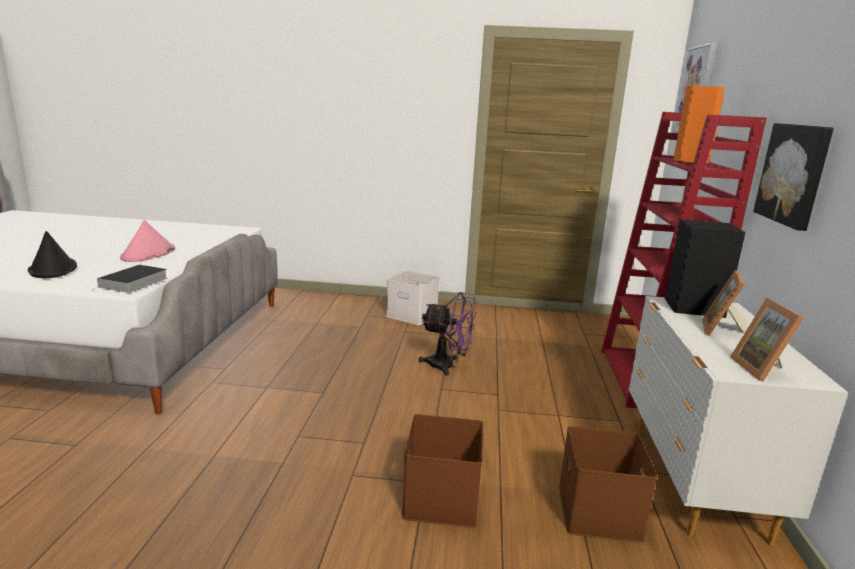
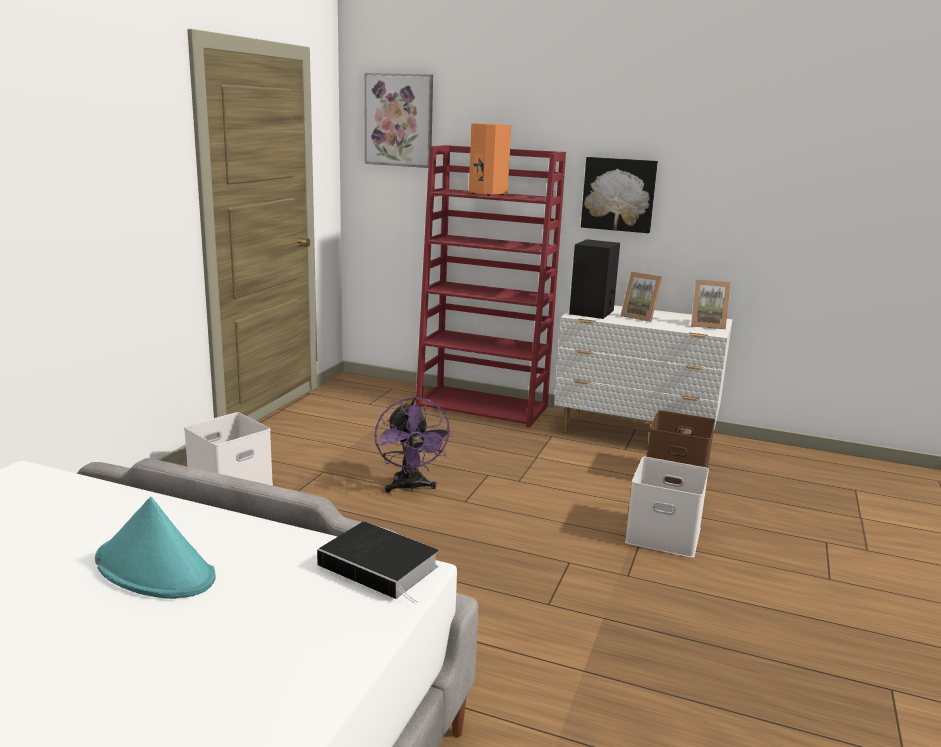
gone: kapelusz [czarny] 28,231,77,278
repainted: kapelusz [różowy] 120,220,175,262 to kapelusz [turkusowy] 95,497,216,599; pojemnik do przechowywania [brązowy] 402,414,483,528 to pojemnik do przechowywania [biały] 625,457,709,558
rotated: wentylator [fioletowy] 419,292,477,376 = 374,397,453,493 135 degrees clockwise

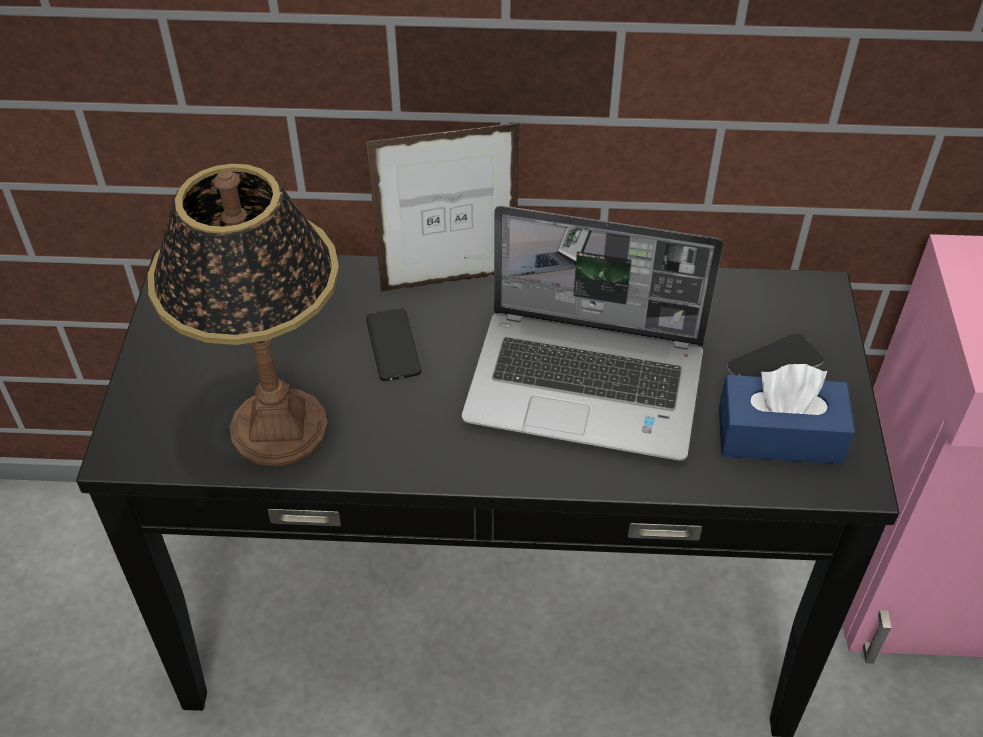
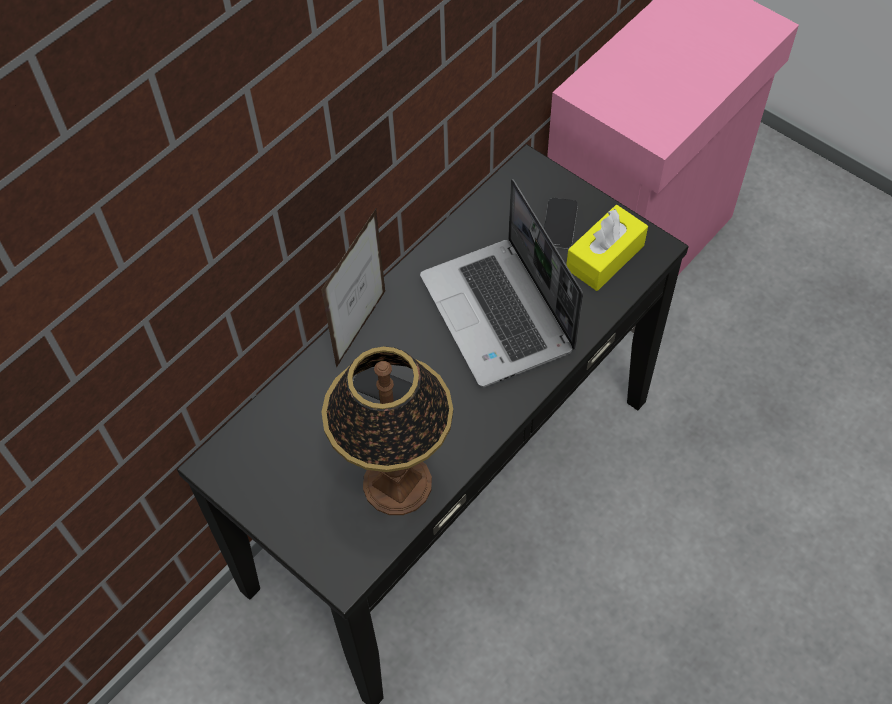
repainted: pudełko chusteczek [niebieski] 719,364,855,464 to pudełko chusteczek [żółty] 566,205,648,291
rotated: laptop 462,206,724,461 = 420,179,583,387 105 degrees clockwise

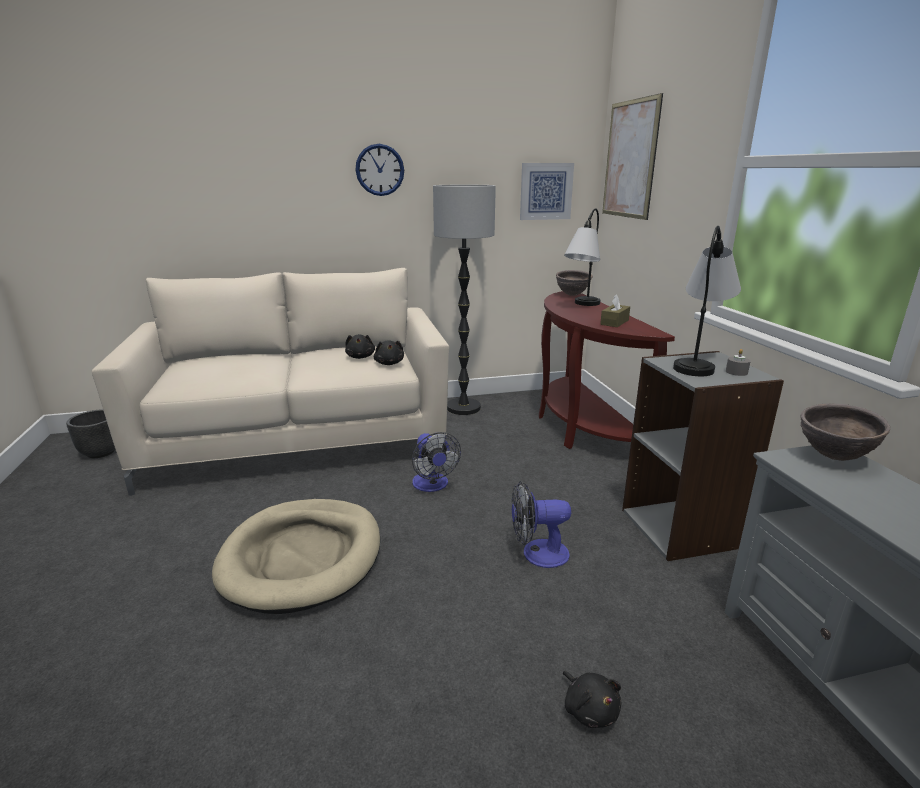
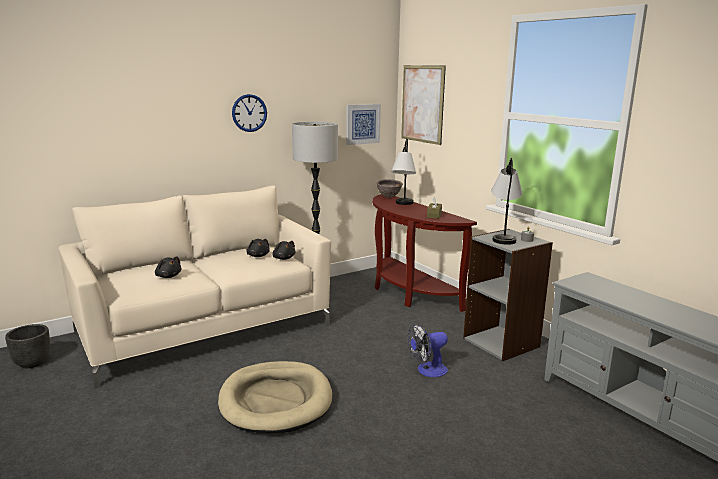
gone: miska [brązowy] 800,404,890,461; wentylator 412,432,461,492
shifted: pluszak [czarny] 563,671,621,728 to 155,256,181,278

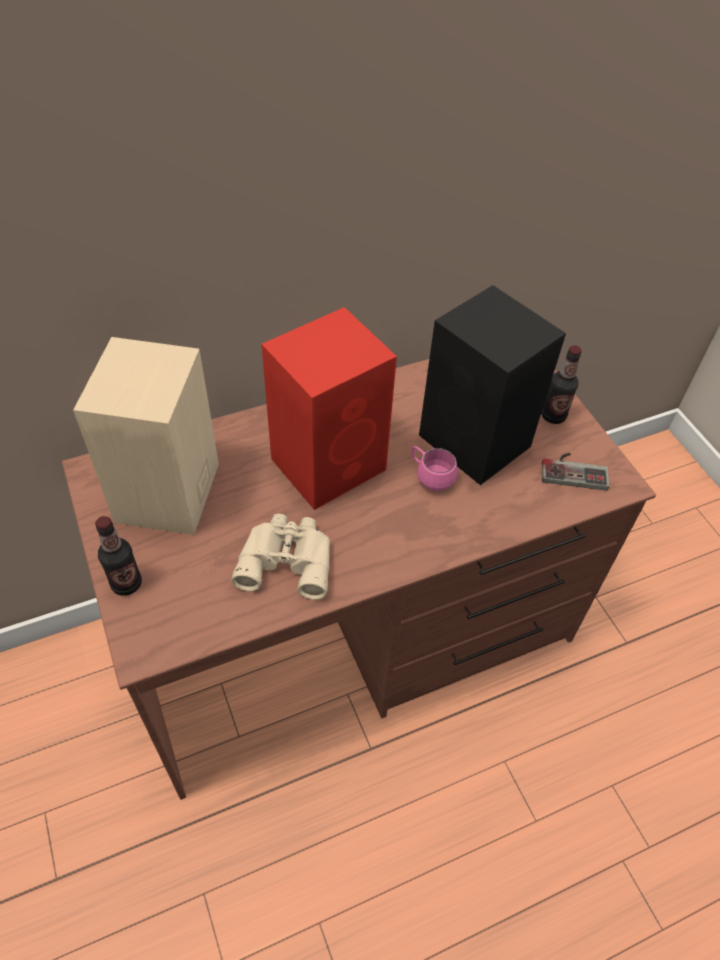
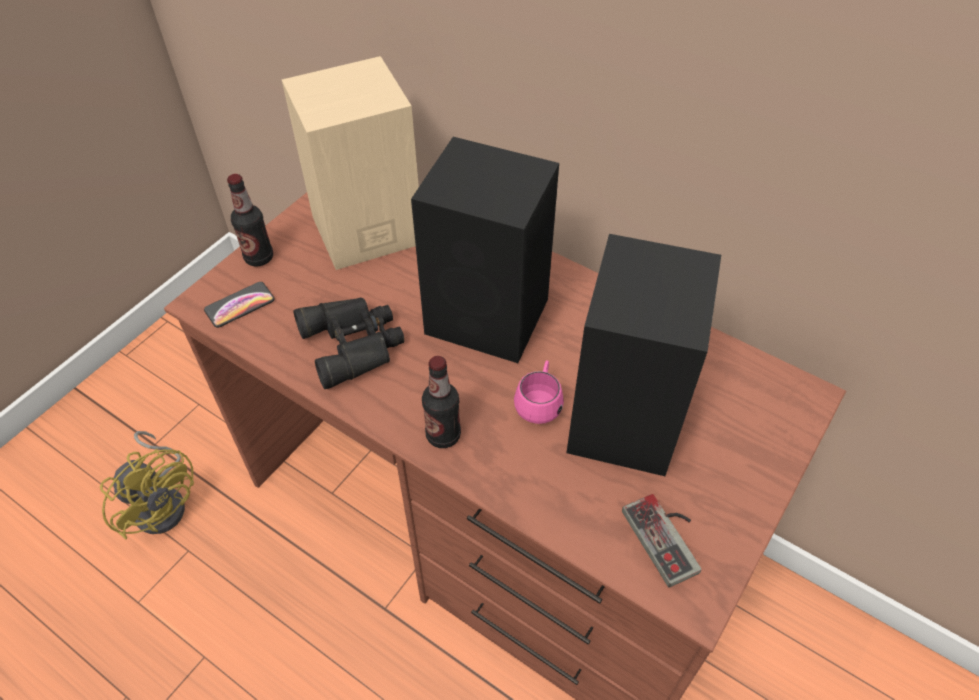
new: telefon 204,282,274,328; wentylator [żółty] 100,431,194,540
shifted: butelka 541,345,582,424 to 422,356,461,448
repainted: głośnik [czerwony] 262,307,397,510 to głośnik [czarny] 411,137,559,363; lornetka [beżowy] 231,514,330,600 to lornetka [czarny] 293,298,404,389

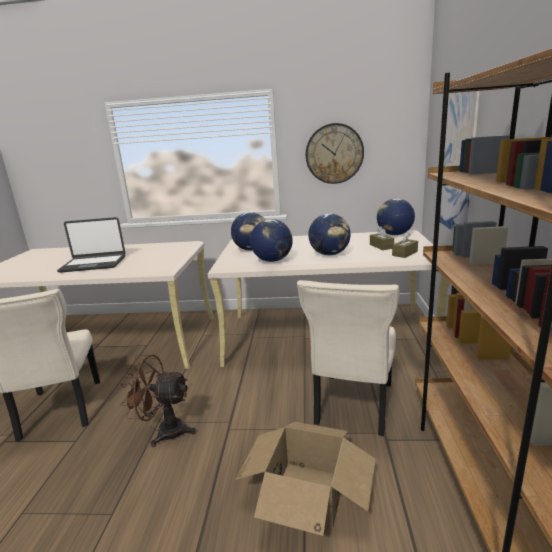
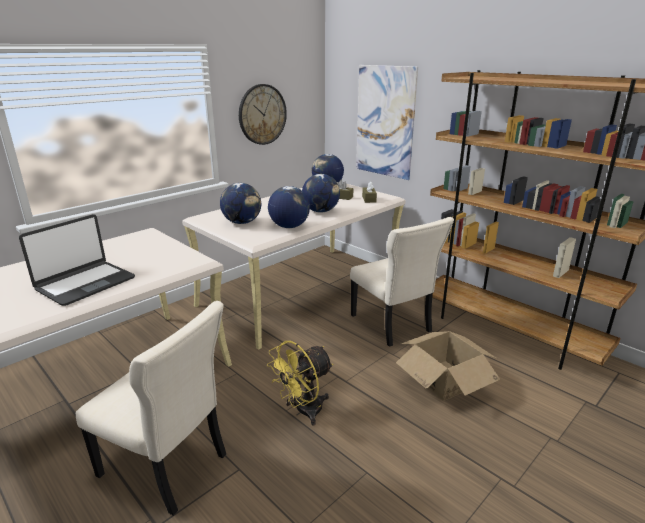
repainted: wentylator [brązowy] 120,355,196,447 to wentylator [żółty] 267,341,333,426

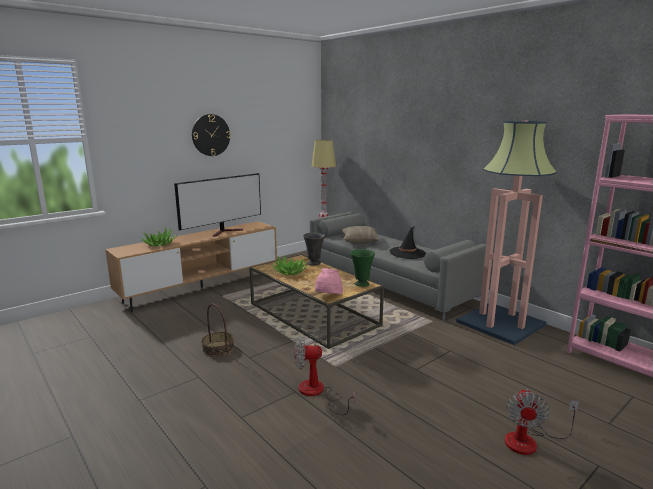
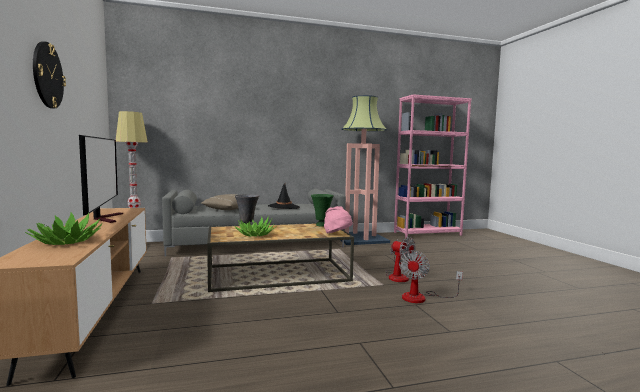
gone: koszyk 202,303,234,357
shifted: wentylator 505,389,579,455 to 386,236,415,282

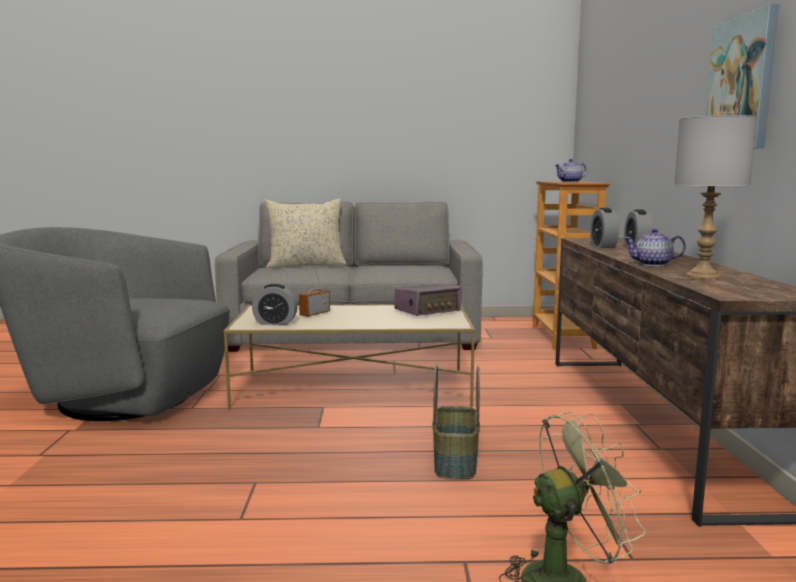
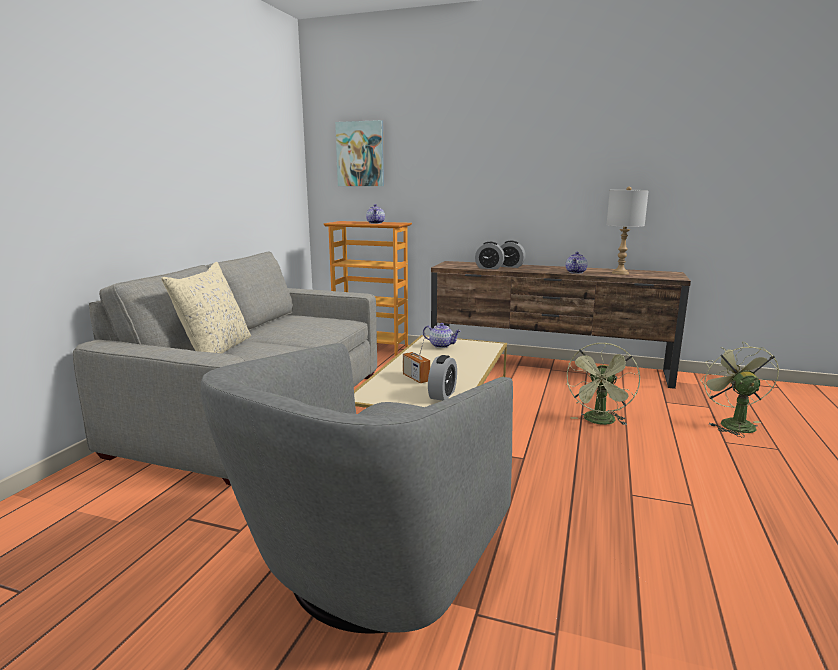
shifted: obraz 705,4,779,149 to 335,120,384,186
swapped: radio 394,284,462,316 to imbryk 423,323,461,348; koszyk 432,364,480,479 to wentylator [zielony] 567,342,640,425

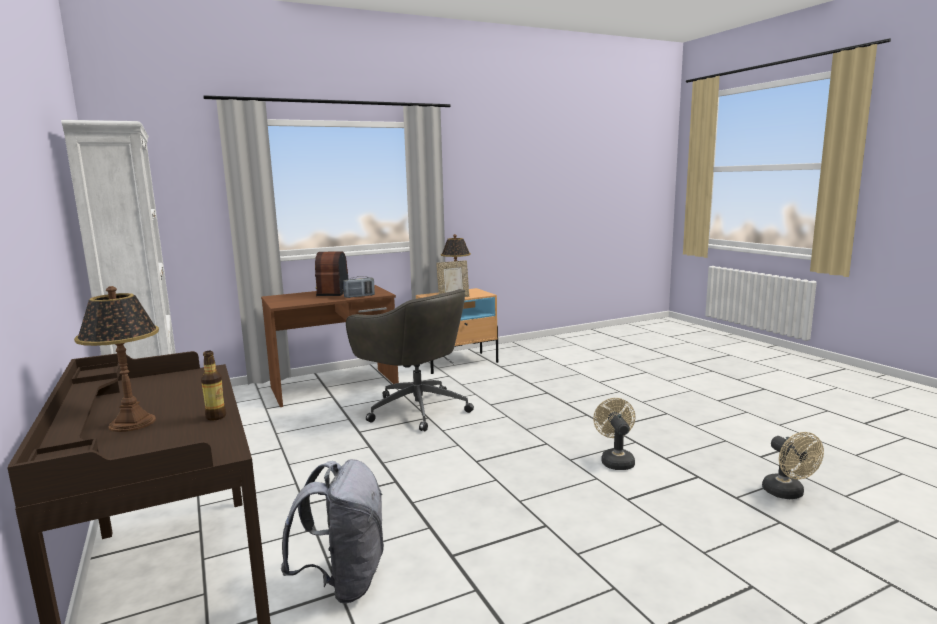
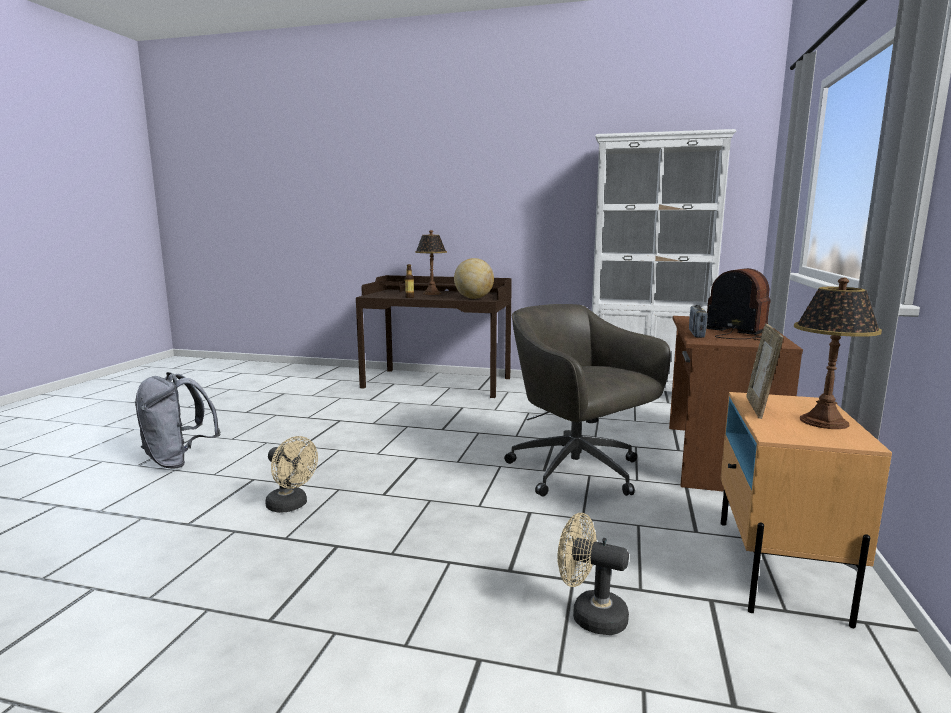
new: globus 454,258,494,299
shifted: wentylator [beżowy] 762,432,824,499 to 557,513,629,635; plecak [szary] 281,459,384,604 to 135,372,221,468
rotated: krzesło biurowe [szary] 346,289,474,431 = 504,304,671,497 60 degrees clockwise

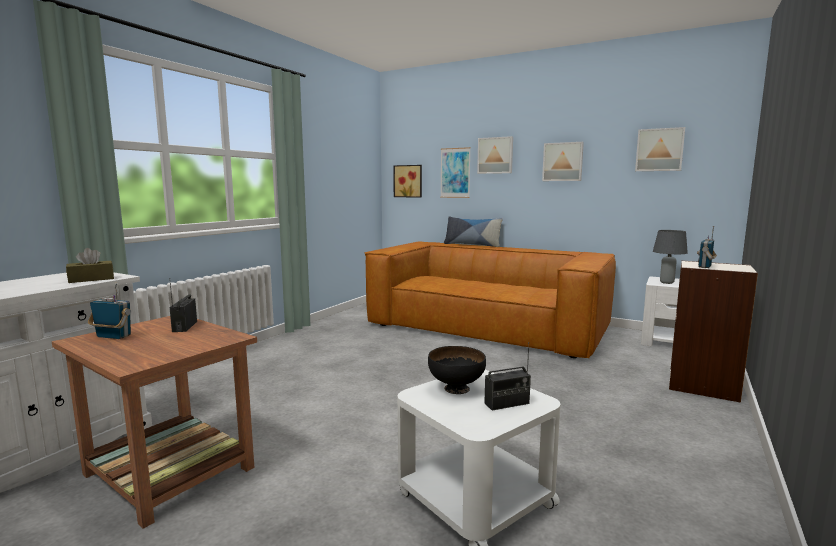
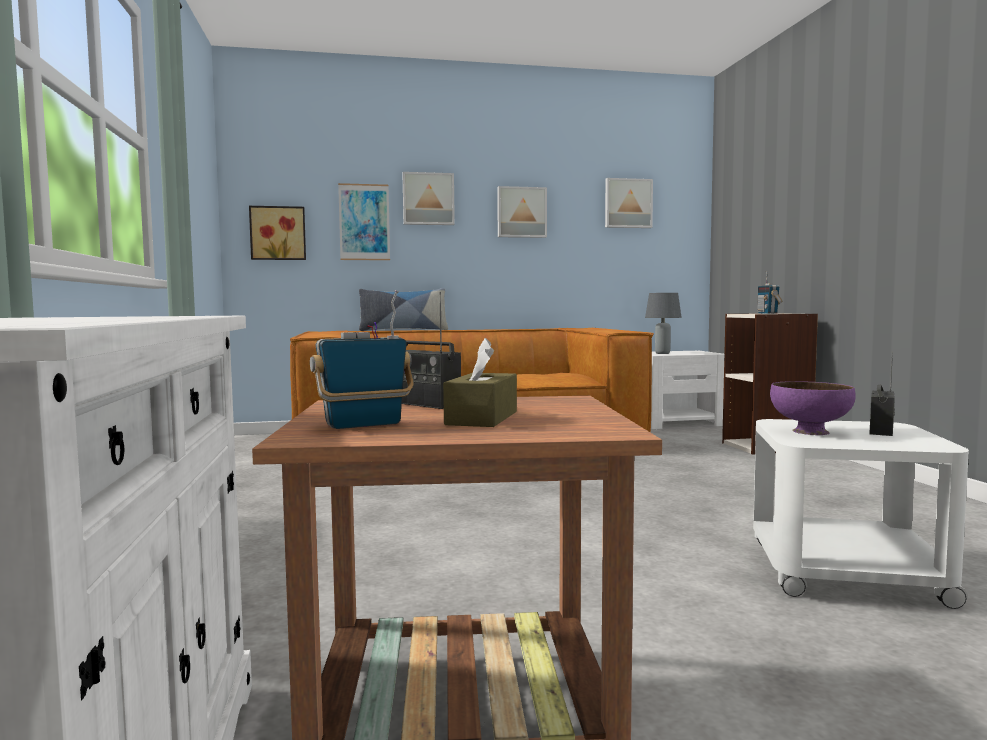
shifted: pudełko chusteczek [brązowy] 66,248,114,283 to 443,338,517,427
repainted: miska [czarny] 428,346,486,394 to miska [fioletowy] 770,381,856,435

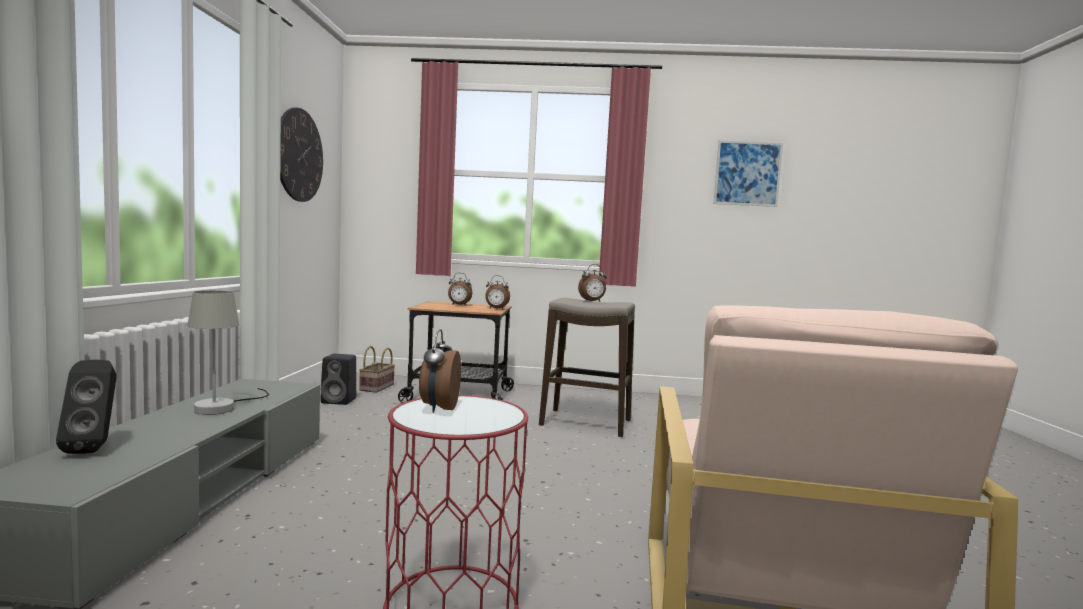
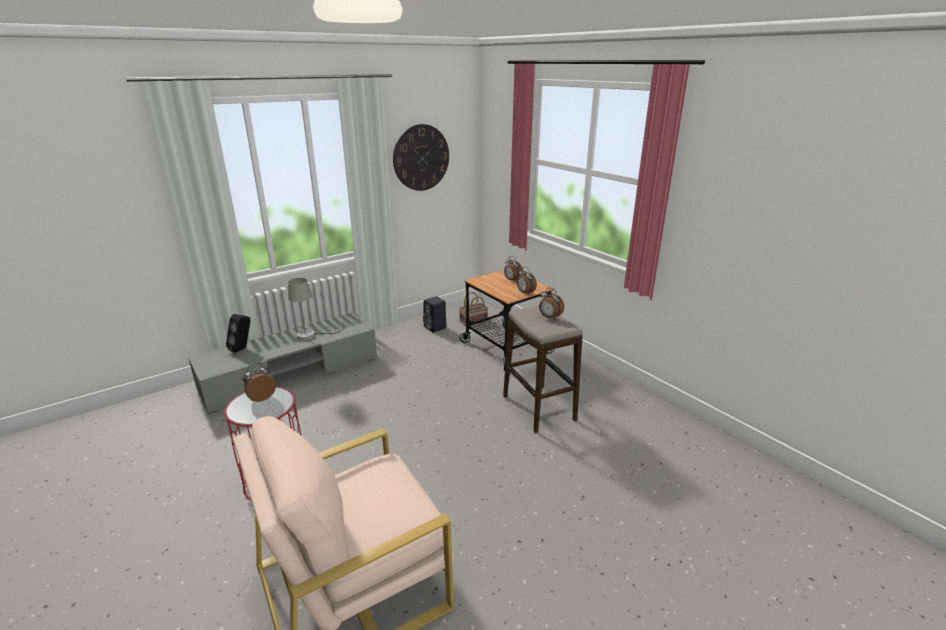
gone: obraz 713,140,783,207

